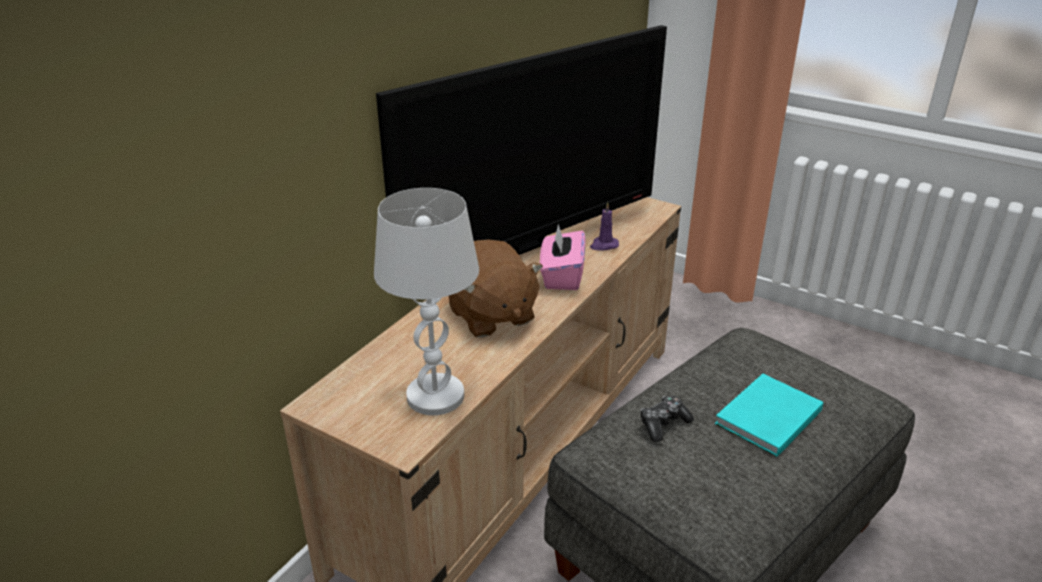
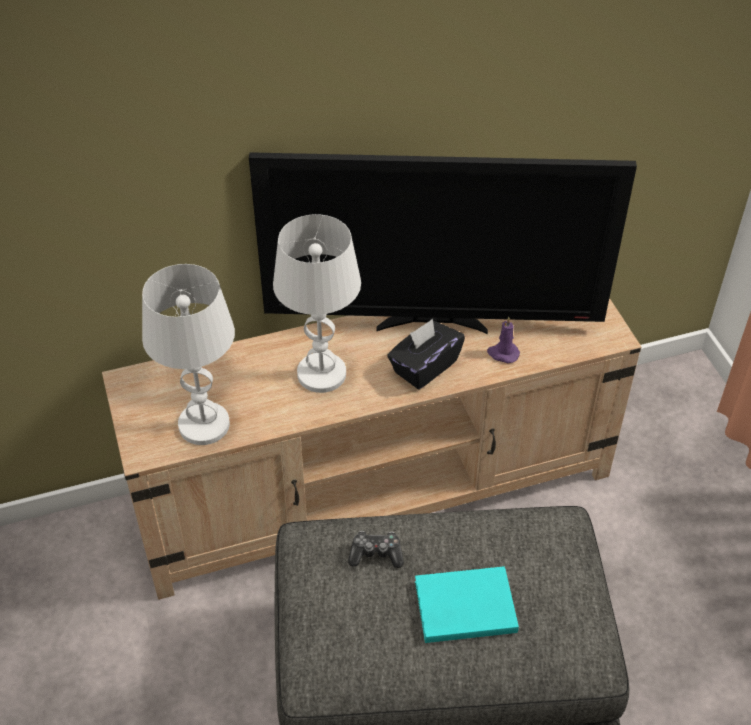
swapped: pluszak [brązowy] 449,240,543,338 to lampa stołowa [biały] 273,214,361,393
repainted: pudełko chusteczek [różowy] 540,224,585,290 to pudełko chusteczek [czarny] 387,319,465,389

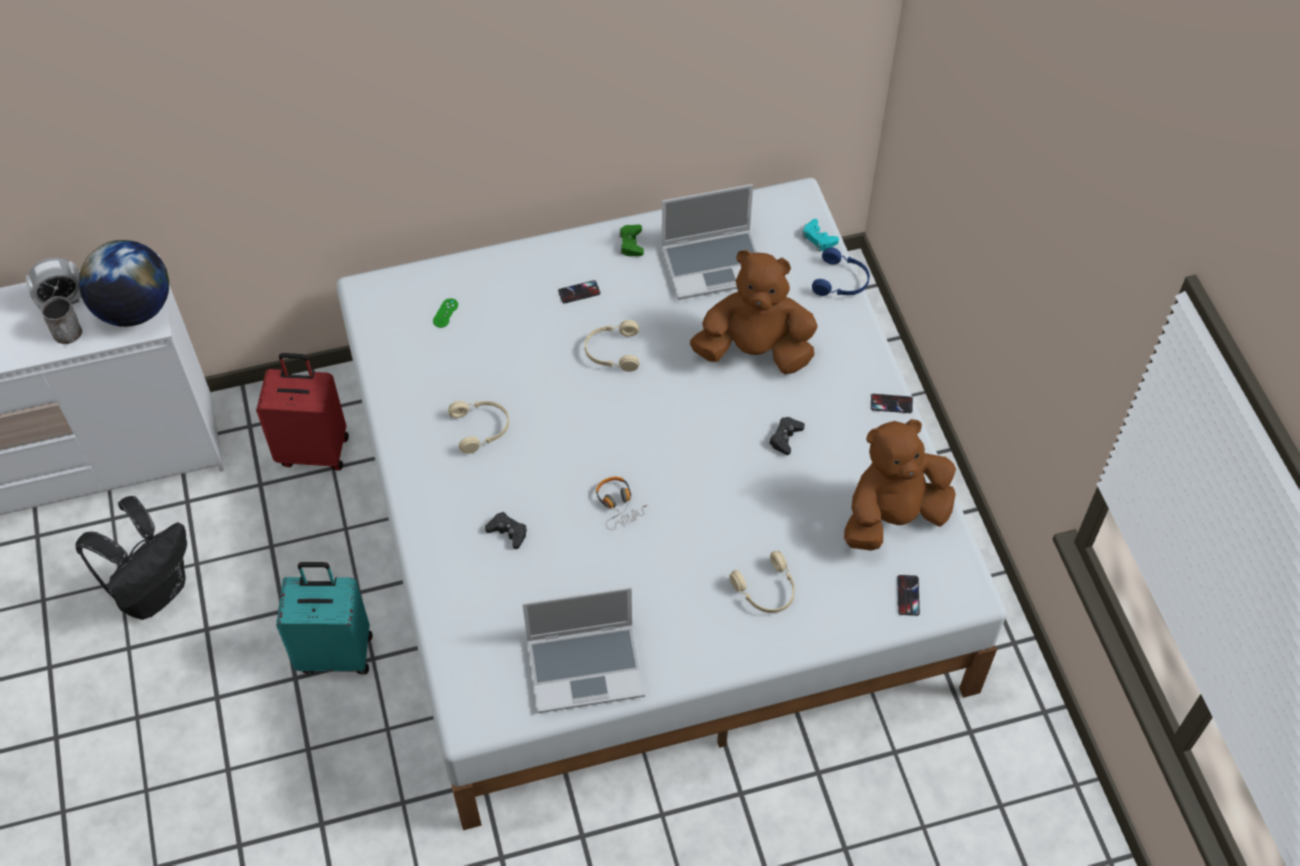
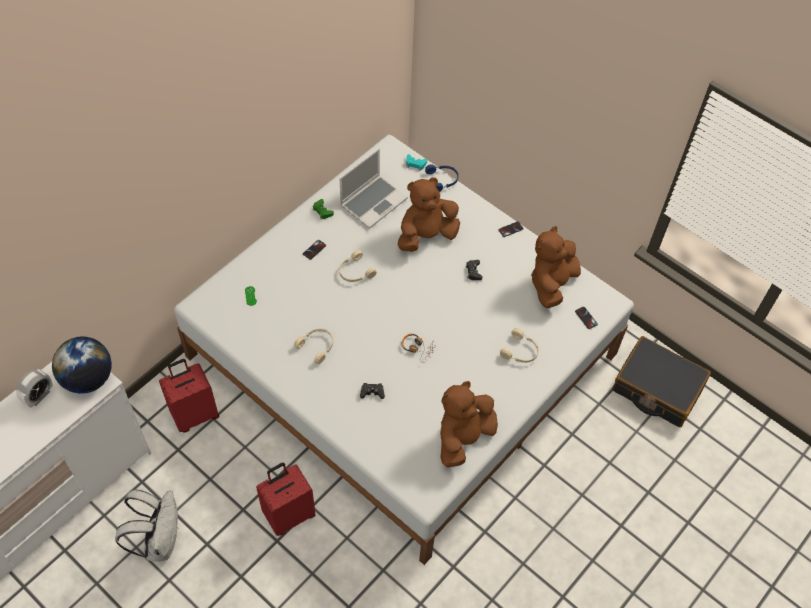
gone: kubek [szary] 41,296,82,344
new: walizka [czarny] 612,336,711,427
swapped: laptop 522,587,645,713 to pluszak [brązowy] 440,381,498,468
repainted: plecak [czarny] 75,496,187,620 to plecak [biały] 115,489,179,562; walizka [turkusowy] 276,562,373,674 to walizka [czerwony] 256,463,315,536

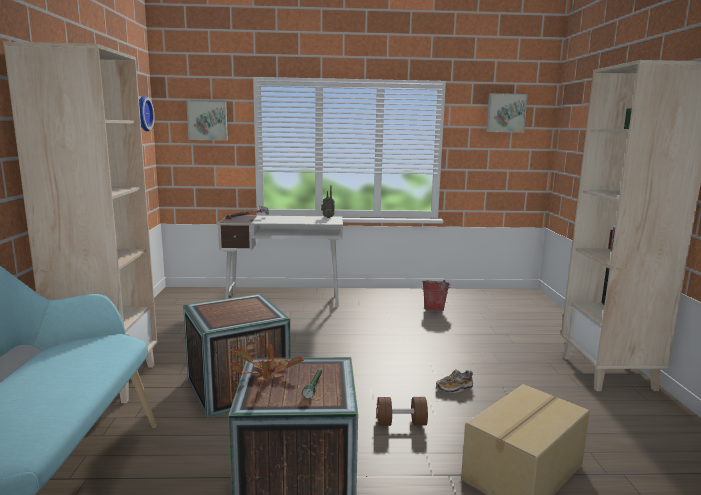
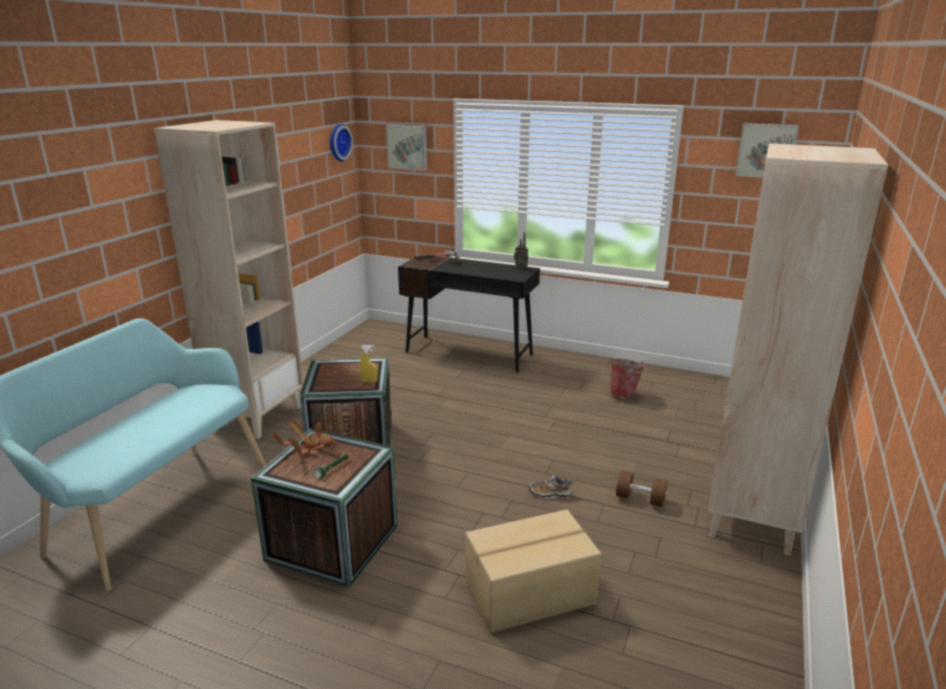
new: spryskiwacz [żółty] 360,345,378,383
shifted: hantel [brązowy] 376,397,428,426 to 616,470,667,507
repainted: biurko [biały] 218,215,343,308 to biurko [czarny] 398,254,540,373

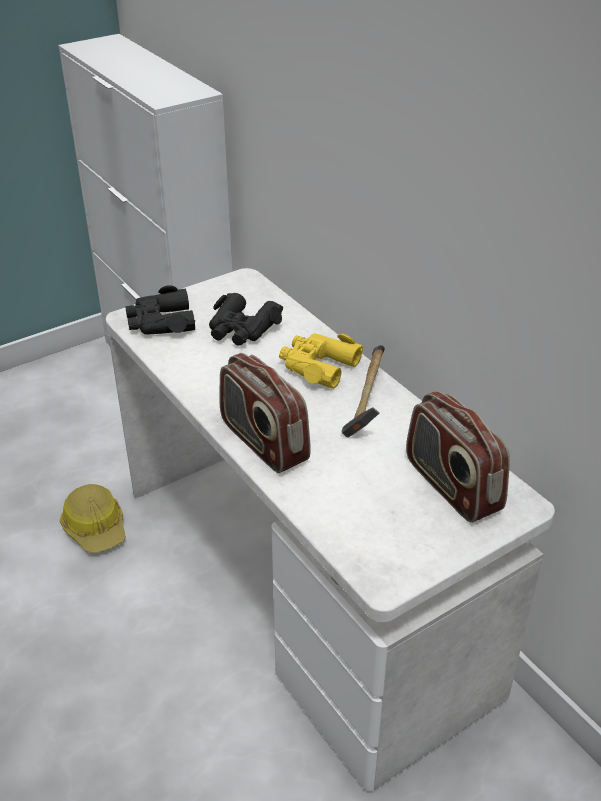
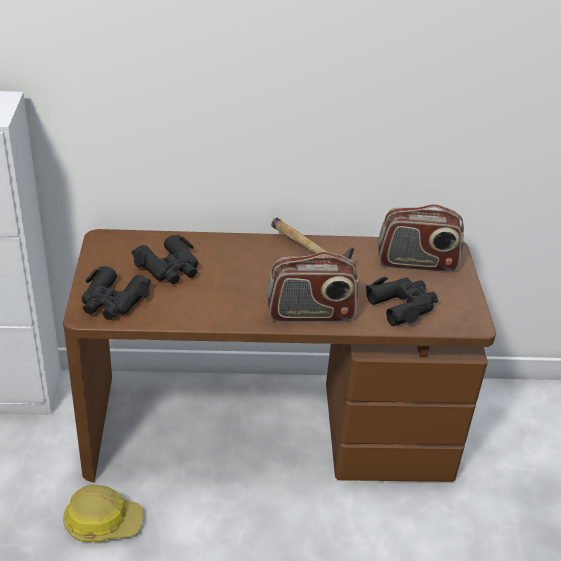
gone: lornetka [żółty] 279,333,364,389
new: lornetka [czarny] 366,277,438,326
repainted: biurko [biały] 106,268,555,791 to biurko [brązowy] 63,229,496,483

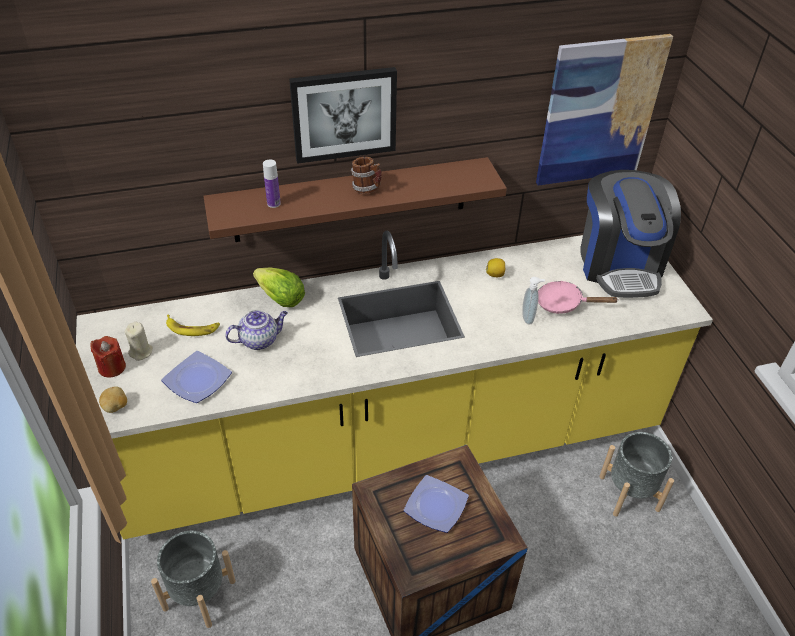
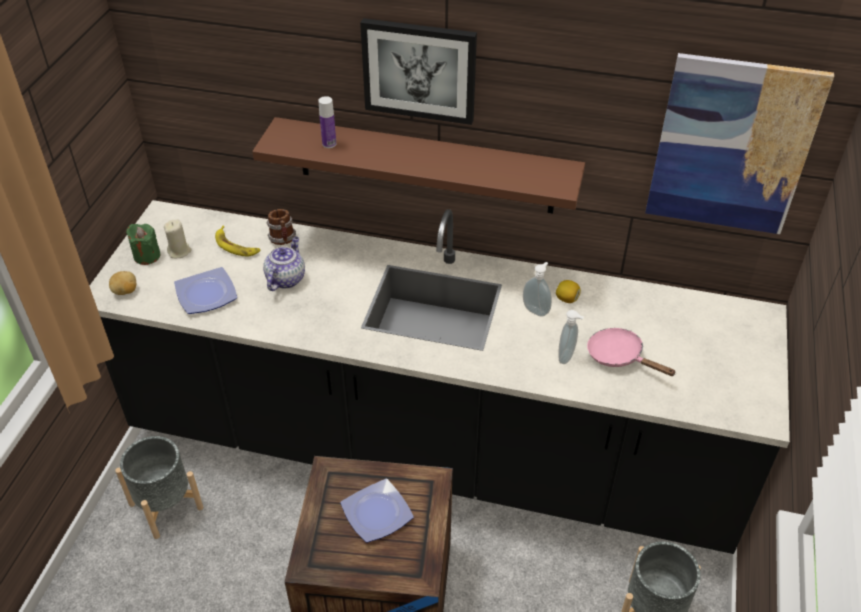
gone: ekspres do kawy 580,170,681,298; sałata 253,268,305,307
new: dozownik mydła 523,262,552,317
shifted: kubek 351,157,382,194 to 267,209,296,245
repainted: zabudowa kuchenna [żółty] 76,231,713,539 to zabudowa kuchenna [czarny] 90,200,790,554; świeca [czerwony] 91,336,126,377 to świeca [zielony] 126,224,160,265
rotated: imbryk 225,310,288,350 = 263,237,305,291 75 degrees counterclockwise

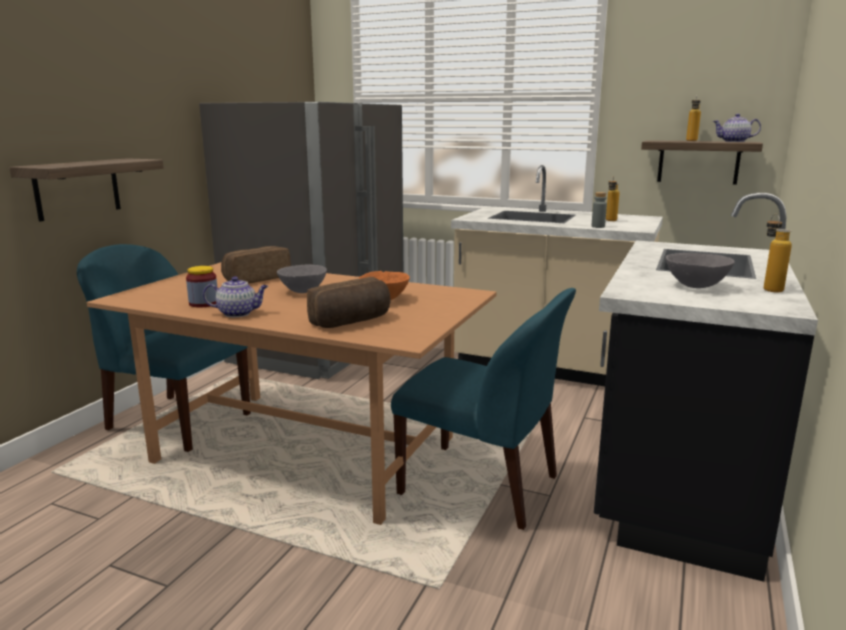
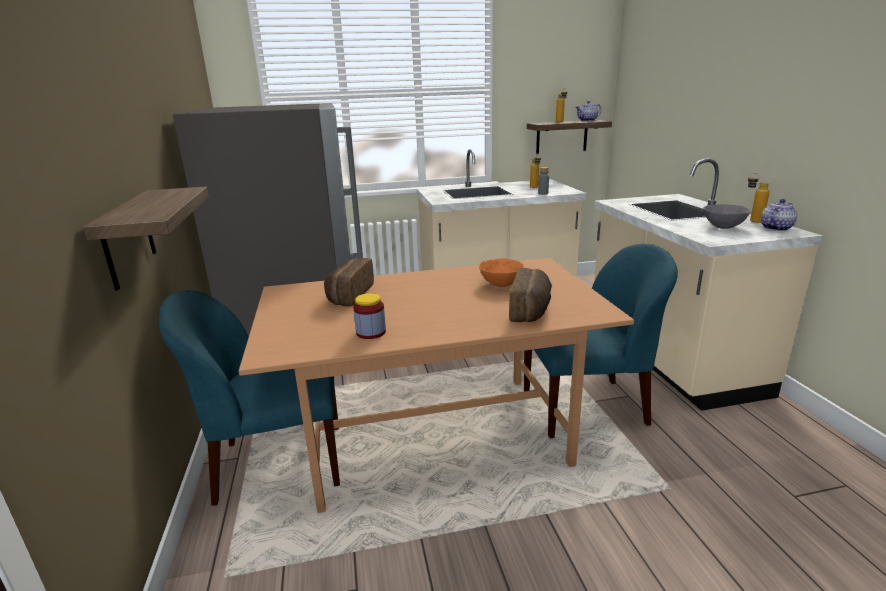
gone: miska [szary] 277,265,327,293
shifted: imbryk 203,276,268,317 to 761,199,797,231
repainted: zabudowa kuchenna [czarny] 594,193,818,582 to zabudowa kuchenna [beżowy] 594,158,823,411

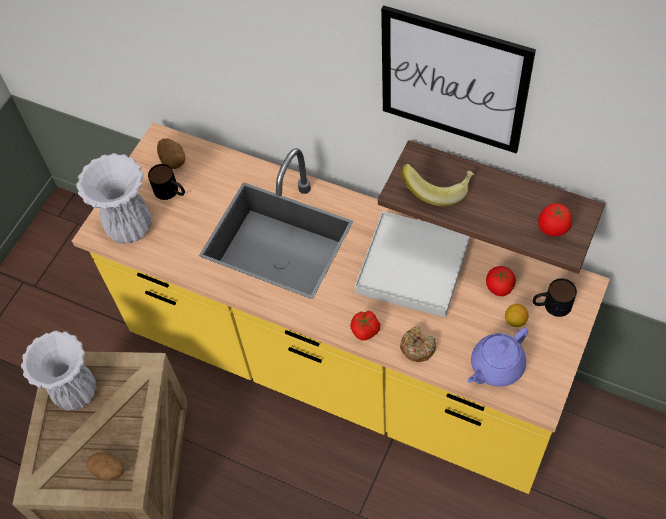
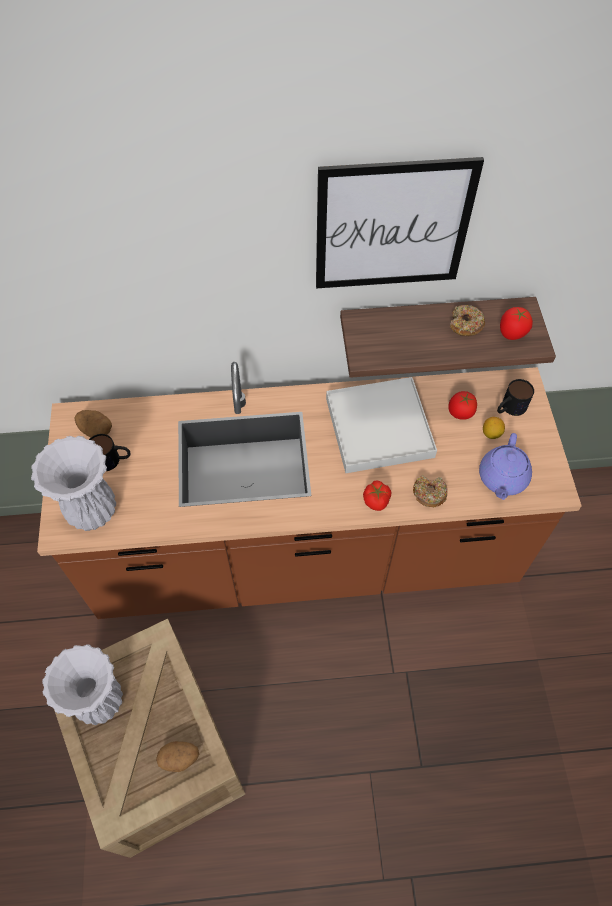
gone: banan 401,164,474,206
new: donut 450,305,485,336
repainted: zabudowa kuchenna [żółty] 72,122,610,494 to zabudowa kuchenna [brązowy] 37,362,582,619

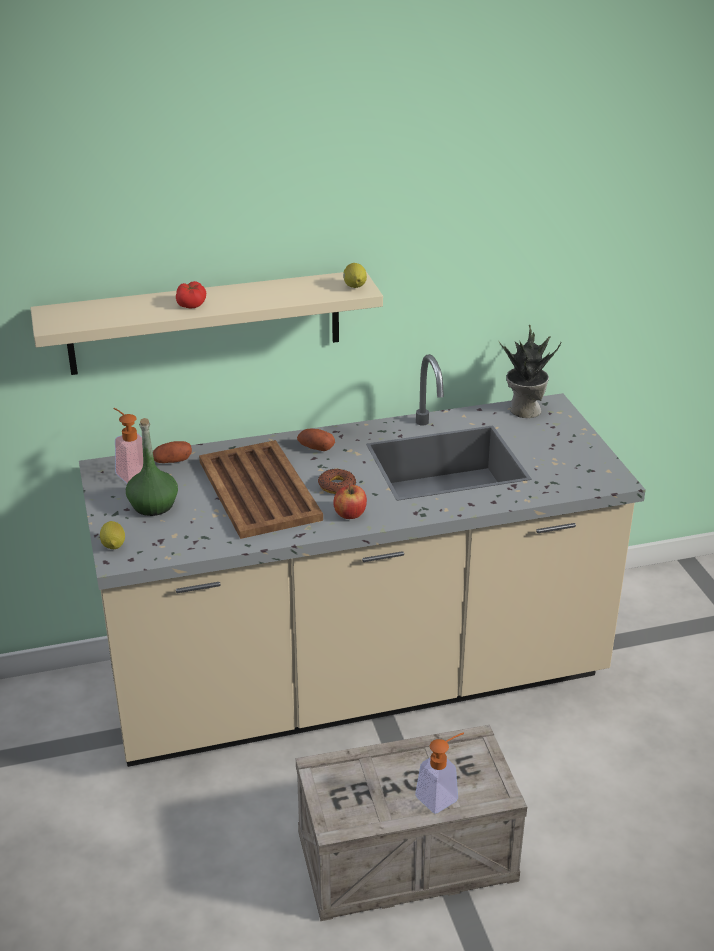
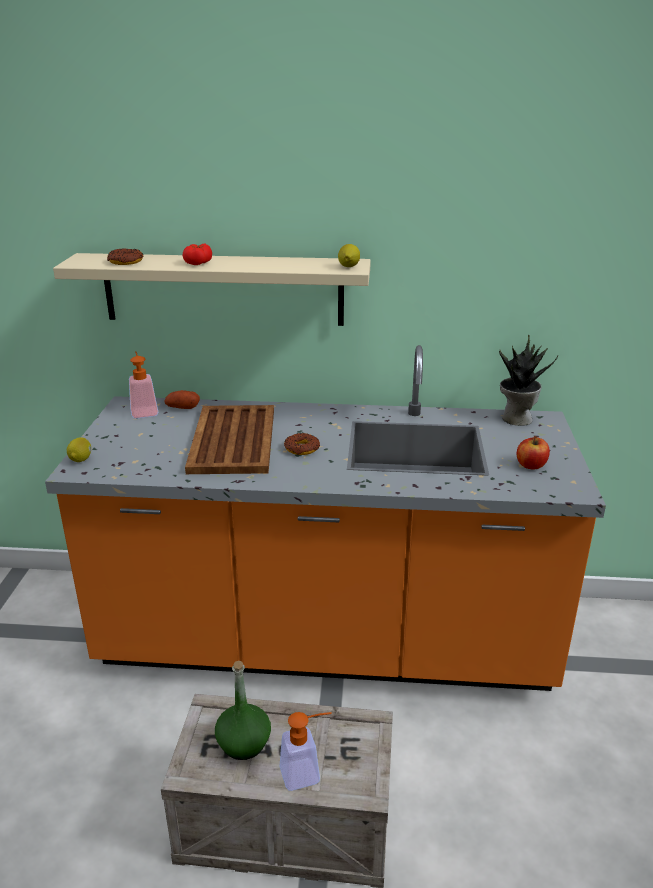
gone: ziemniak 297,429,335,451
new: donut 107,248,143,265
shifted: butelka [zielony] 126,418,178,516 to 215,661,271,760; jabłko 333,484,367,519 to 516,436,550,469
repainted: zabudowa kuchenna [beżowy] 79,354,646,767 to zabudowa kuchenna [pomarańczowy] 45,345,606,691

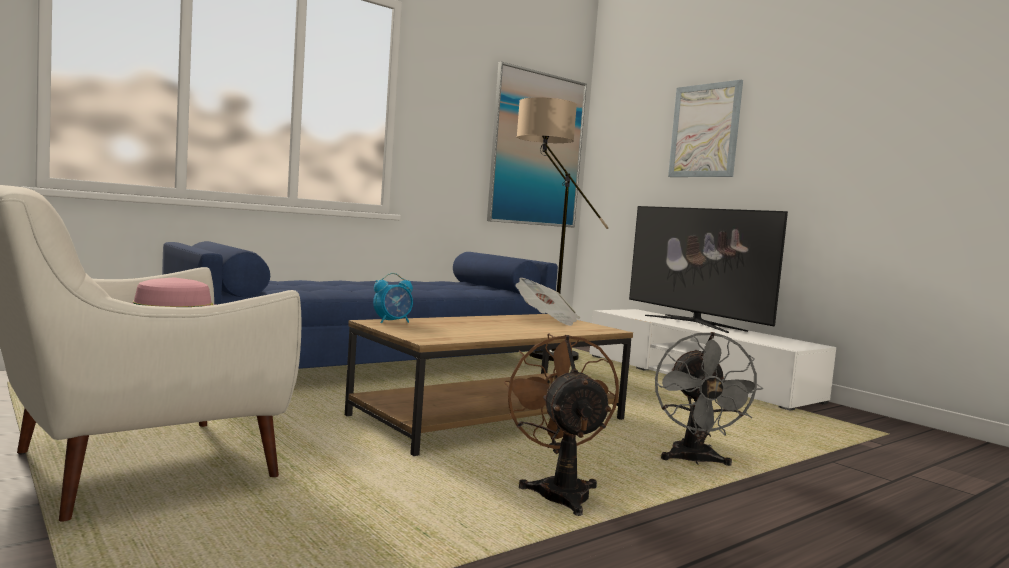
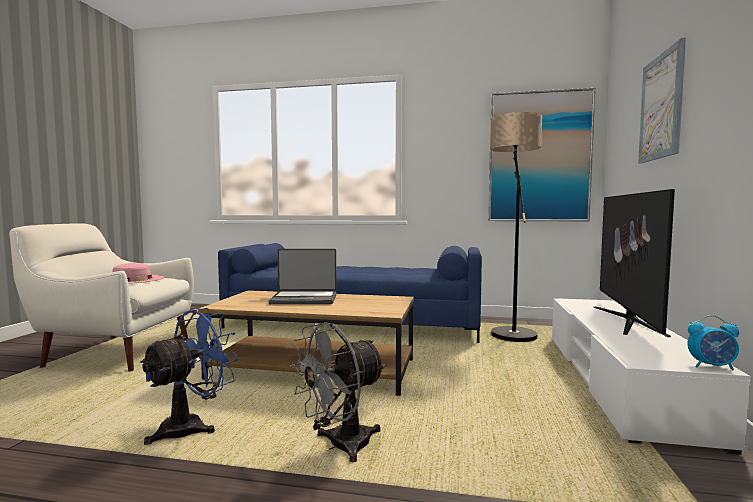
gone: gazeta 515,278,580,326
new: laptop 269,249,337,304
shifted: budzik 373,273,413,324 to 687,315,739,370
repainted: wentylator [brązowy] 504,333,619,516 to wentylator [niebieski] 140,308,240,445

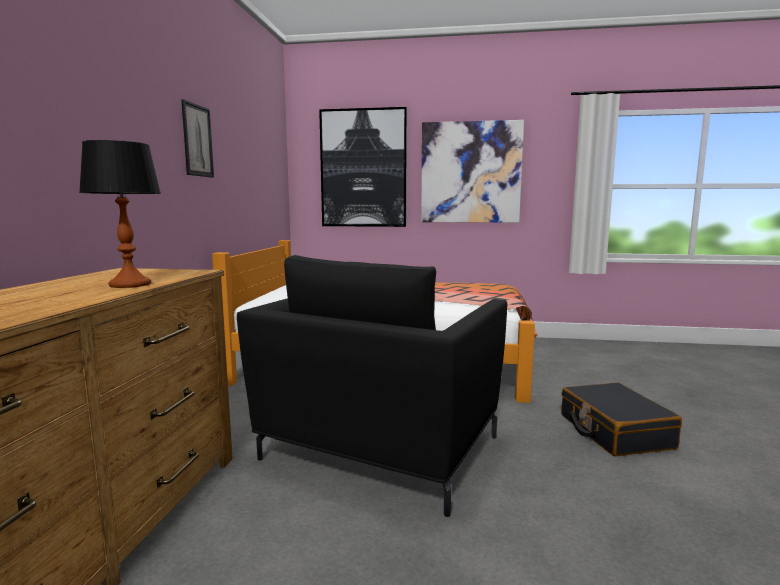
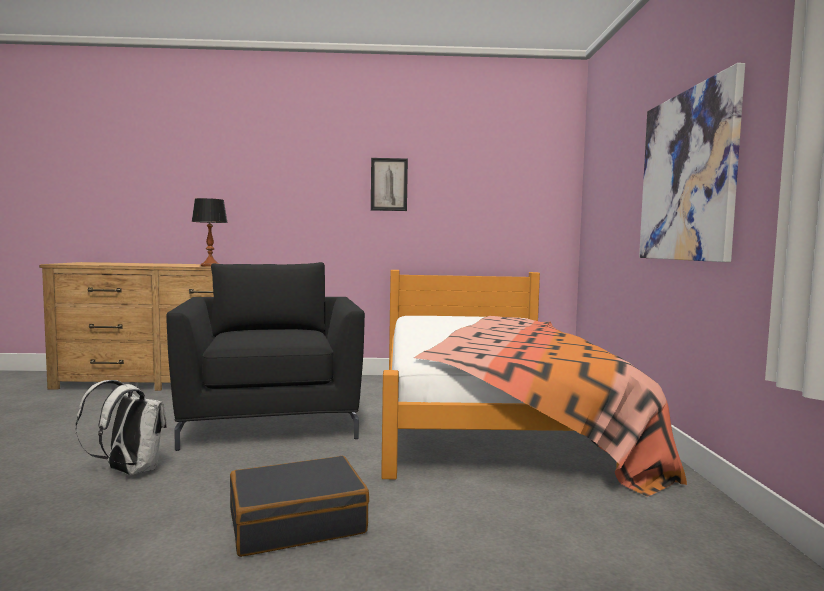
gone: obraz 319,107,407,227
new: plecak [biały] 75,380,167,475
rotated: fotel [czarny] 237,255,507,517 = 166,262,365,451 60 degrees clockwise

